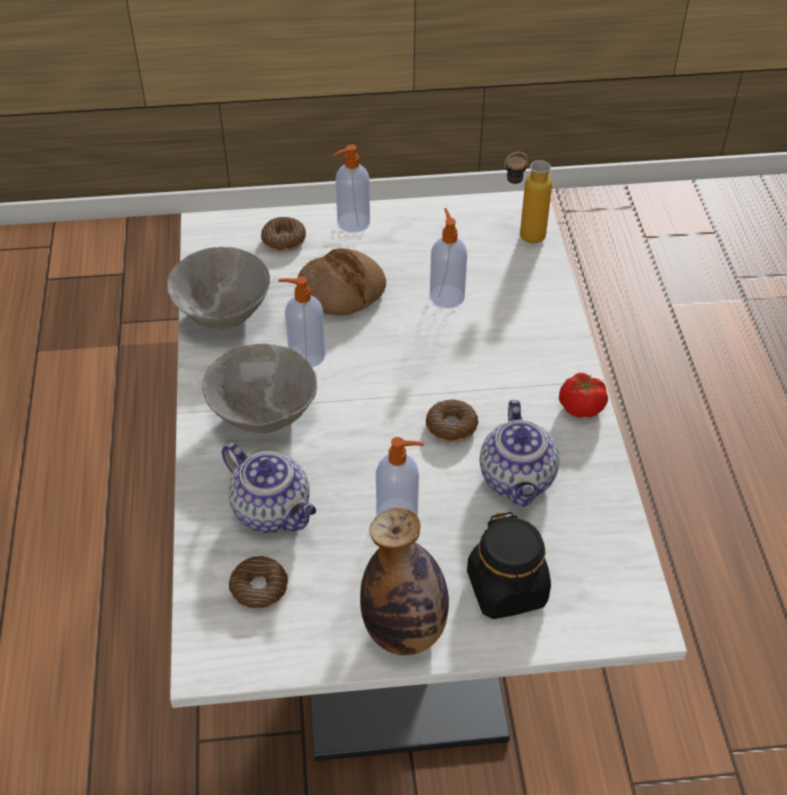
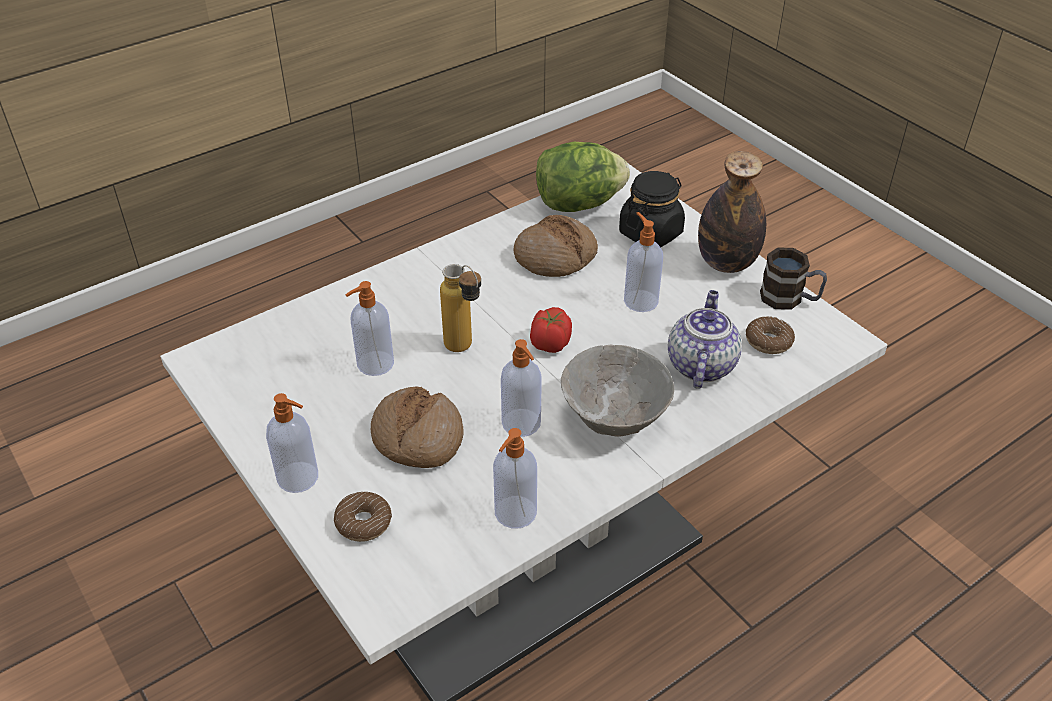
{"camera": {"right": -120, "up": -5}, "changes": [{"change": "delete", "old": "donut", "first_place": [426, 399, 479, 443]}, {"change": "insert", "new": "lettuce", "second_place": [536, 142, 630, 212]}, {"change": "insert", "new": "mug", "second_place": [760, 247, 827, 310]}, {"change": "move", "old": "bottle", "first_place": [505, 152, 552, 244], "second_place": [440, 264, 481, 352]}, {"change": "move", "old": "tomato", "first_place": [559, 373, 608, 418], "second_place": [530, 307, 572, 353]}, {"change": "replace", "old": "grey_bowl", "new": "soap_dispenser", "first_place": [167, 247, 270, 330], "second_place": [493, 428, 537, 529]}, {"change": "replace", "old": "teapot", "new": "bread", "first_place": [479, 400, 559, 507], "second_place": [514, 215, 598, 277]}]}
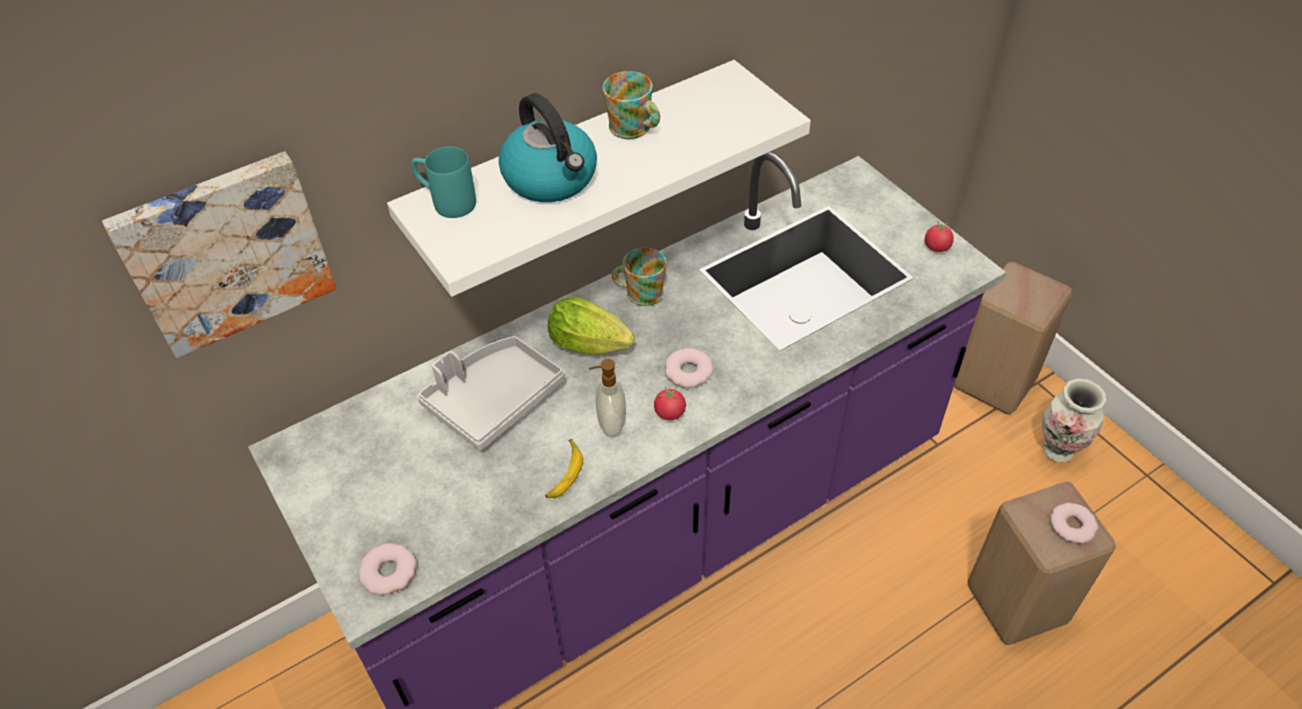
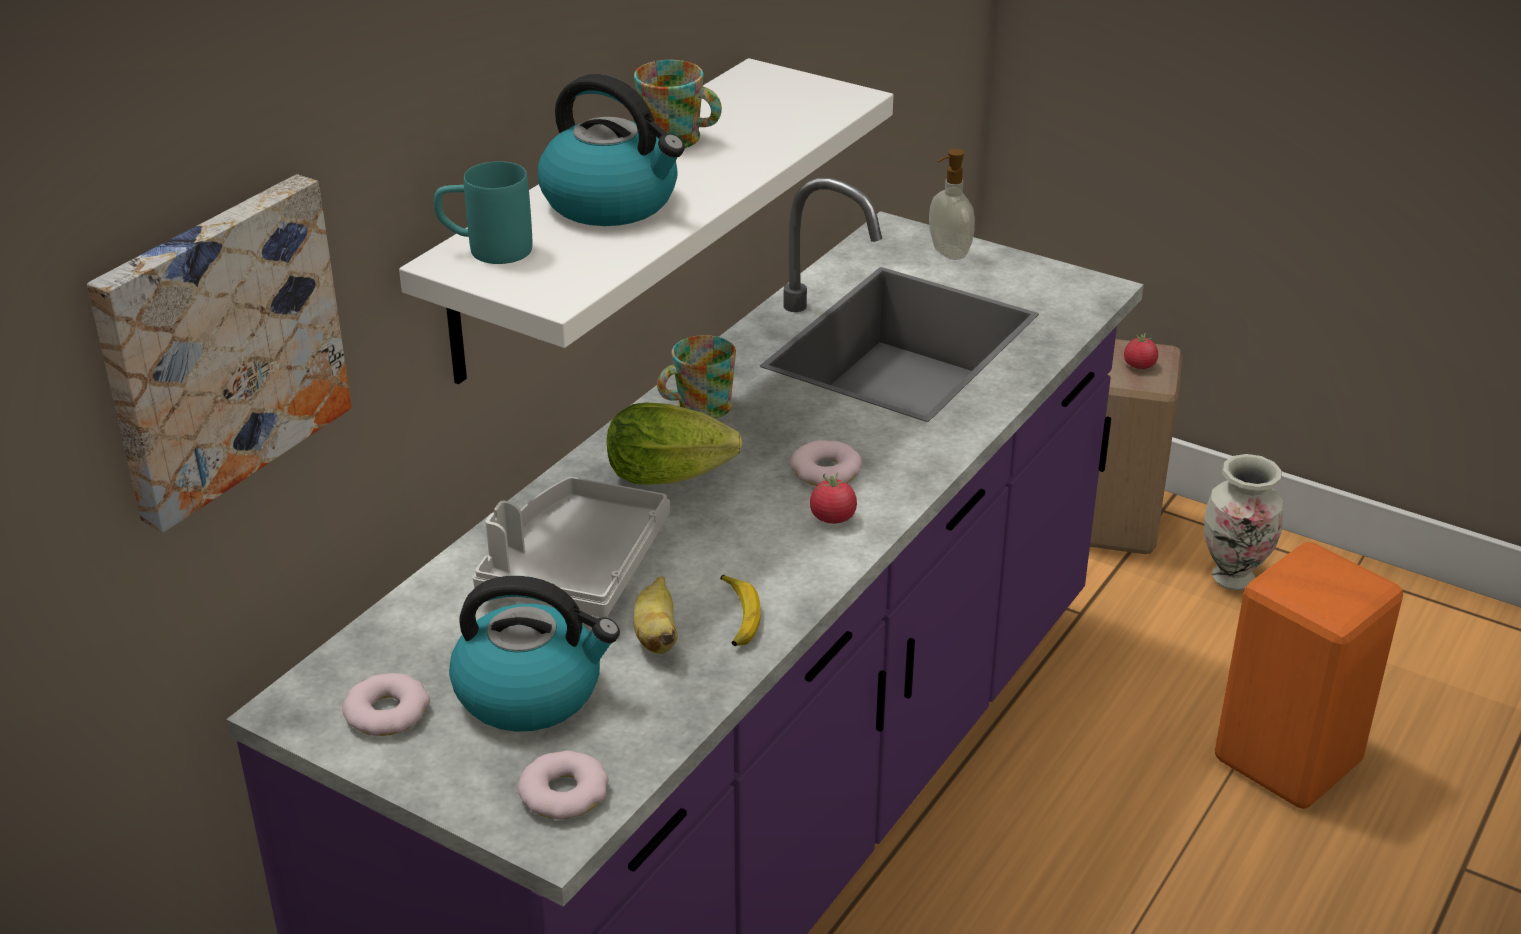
{"camera": {"right": -25, "up": -15}, "changes": [{"change": "insert", "new": "kettle", "second_place": [449, 576, 620, 732]}, {"change": "insert", "new": "banana", "second_place": [633, 577, 678, 654]}, {"change": "move", "old": "soap_dispenser", "first_place": [589, 359, 626, 437], "second_place": [929, 149, 975, 260]}, {"change": "move", "old": "tomato", "first_place": [925, 221, 954, 252], "second_place": [1124, 333, 1158, 369]}, {"change": "move", "old": "donut", "first_place": [1050, 503, 1098, 544], "second_place": [343, 673, 430, 736]}, {"change": "recolor", "old": "beige_stool", "new": "orange_stool", "first_place": [968, 482, 1116, 645], "second_place": [1215, 542, 1403, 809]}]}
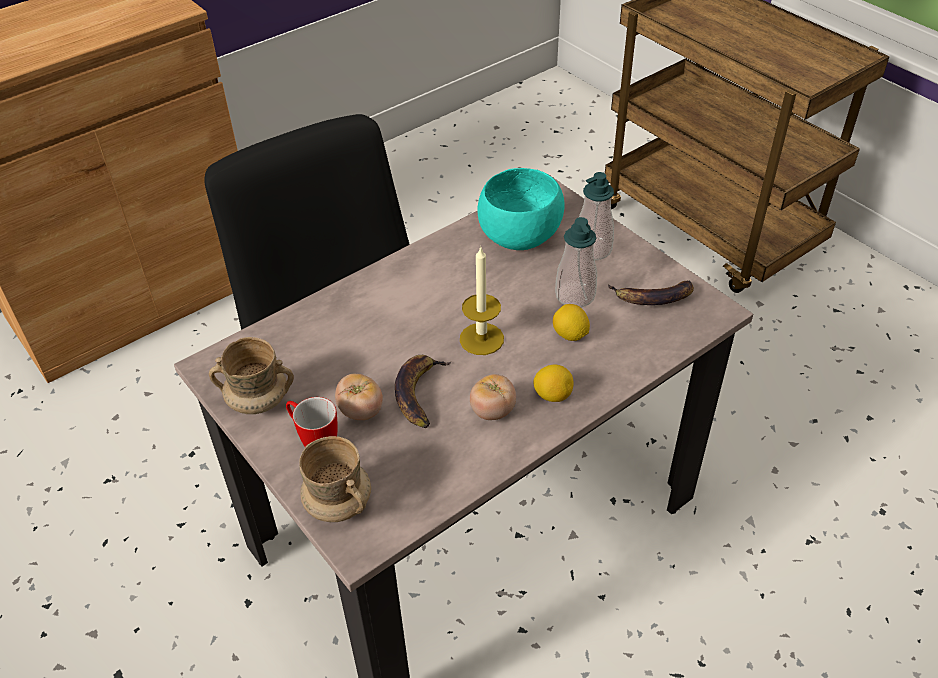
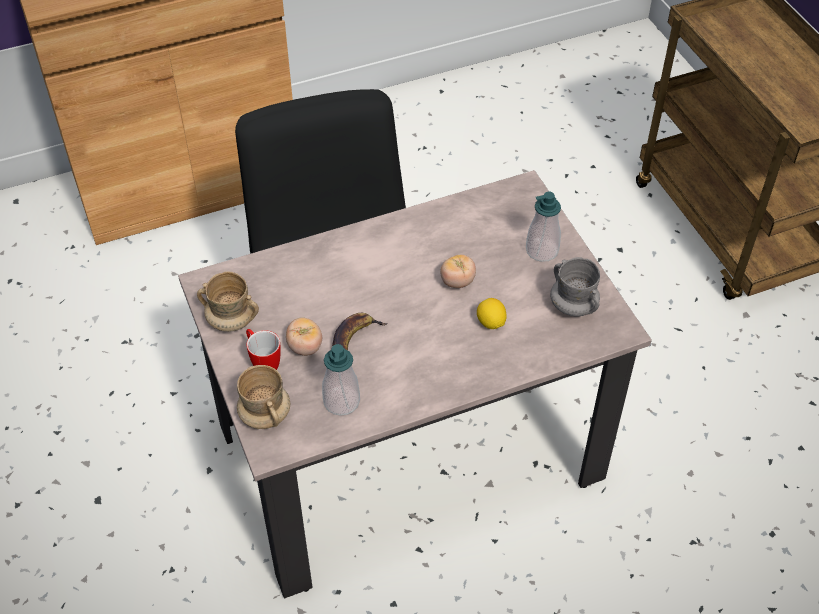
{"camera": {"right": 15, "up": 5}, "changes": [{"change": "delete", "old": "candle", "first_place": [460, 247, 504, 355]}, {"change": "delete", "old": "turquoise_bowl", "first_place": [477, 168, 565, 250]}, {"change": "delete", "old": "lemon", "first_place": [533, 365, 574, 402]}, {"change": "move", "old": "tomato", "first_place": [470, 374, 516, 420], "second_place": [440, 255, 476, 288]}, {"change": "move", "old": "soap_dispenser", "first_place": [555, 217, 597, 308], "second_place": [322, 344, 360, 416]}, {"change": "replace", "old": "banana", "new": "grey_mug", "first_place": [608, 280, 694, 305], "second_place": [550, 257, 600, 317]}]}
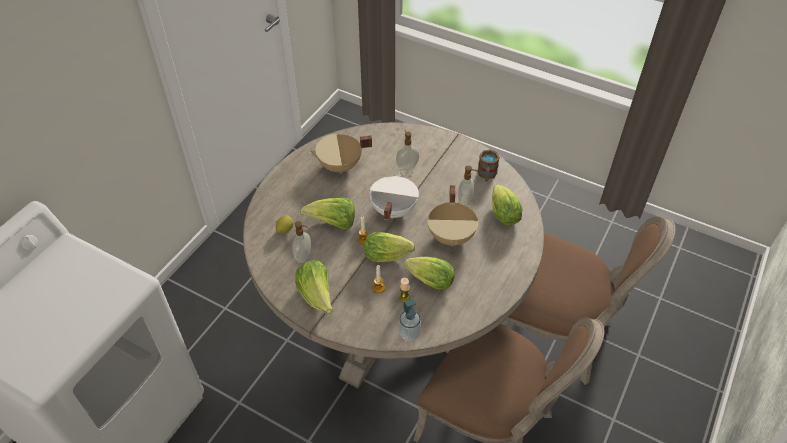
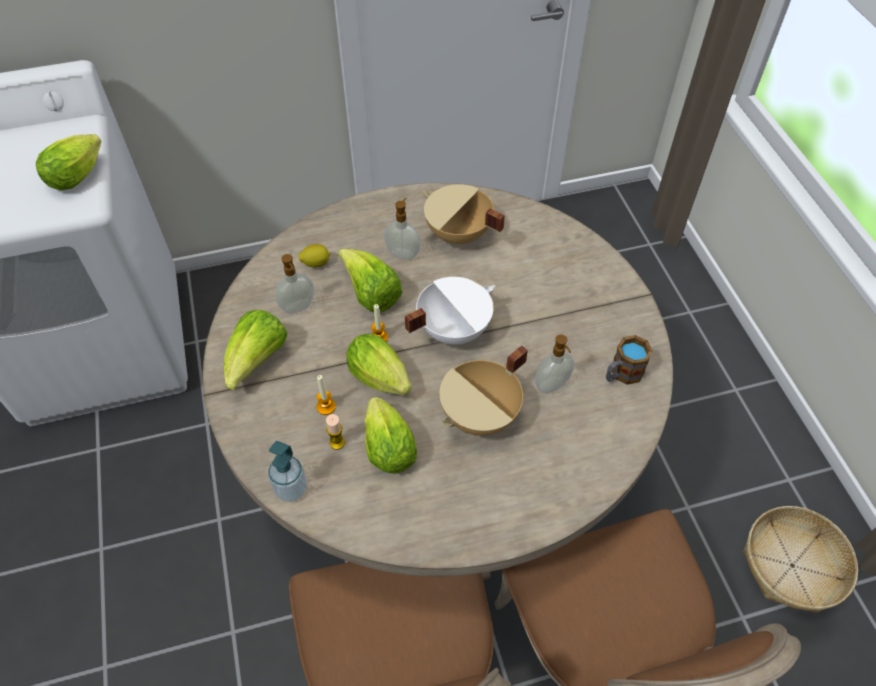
{"camera": {"right": 45, "up": 5}, "changes": [{"change": "insert", "new": "basket", "second_place": [743, 506, 858, 613]}, {"change": "move", "old": "soap_dispenser", "first_place": [396, 130, 420, 171], "second_place": [384, 197, 421, 260]}, {"change": "move", "old": "lettuce", "first_place": [492, 184, 523, 225], "second_place": [36, 134, 102, 190]}]}
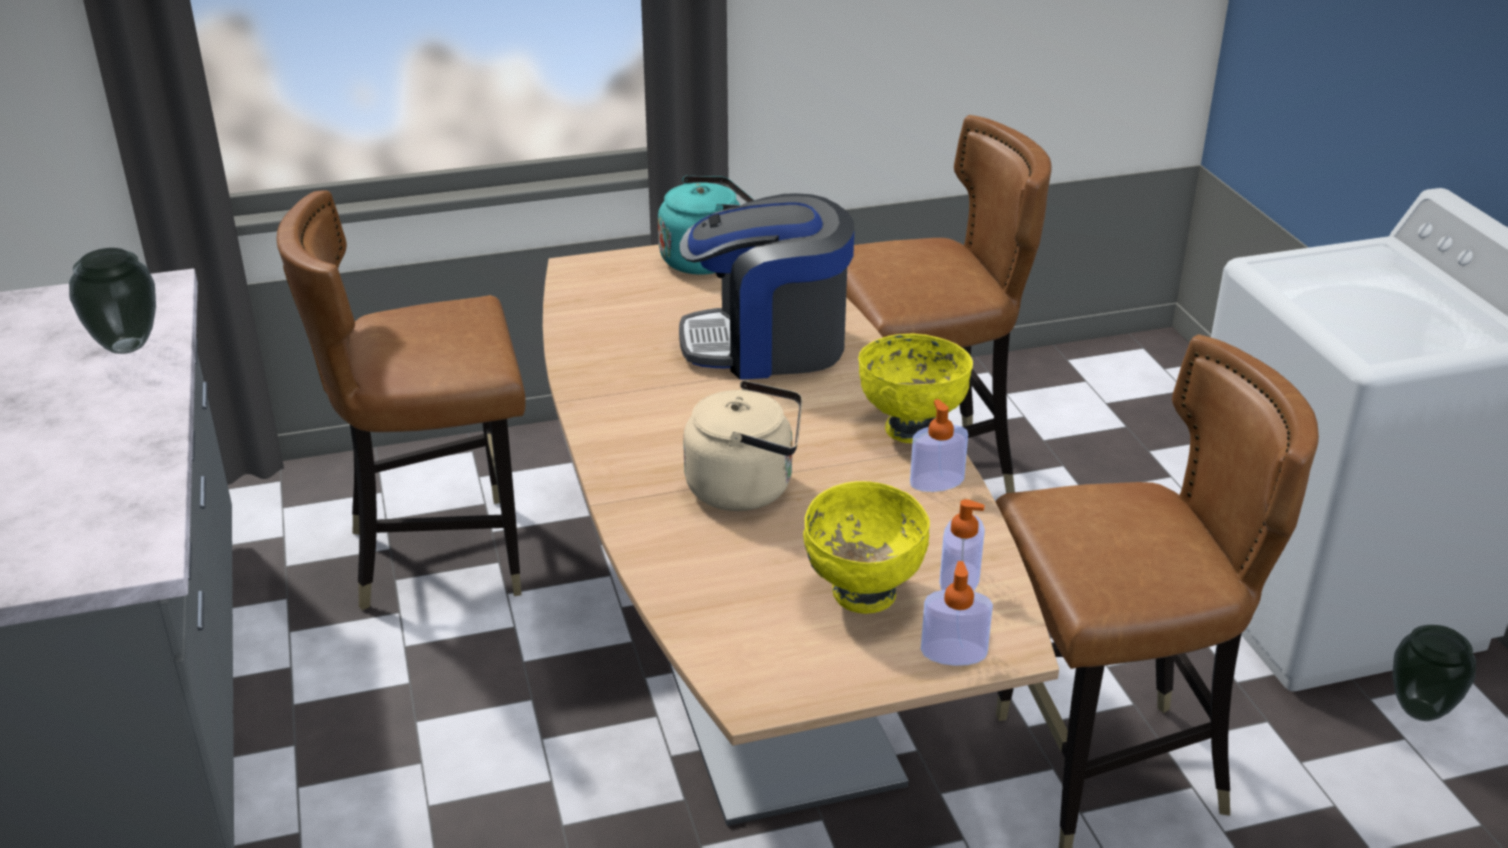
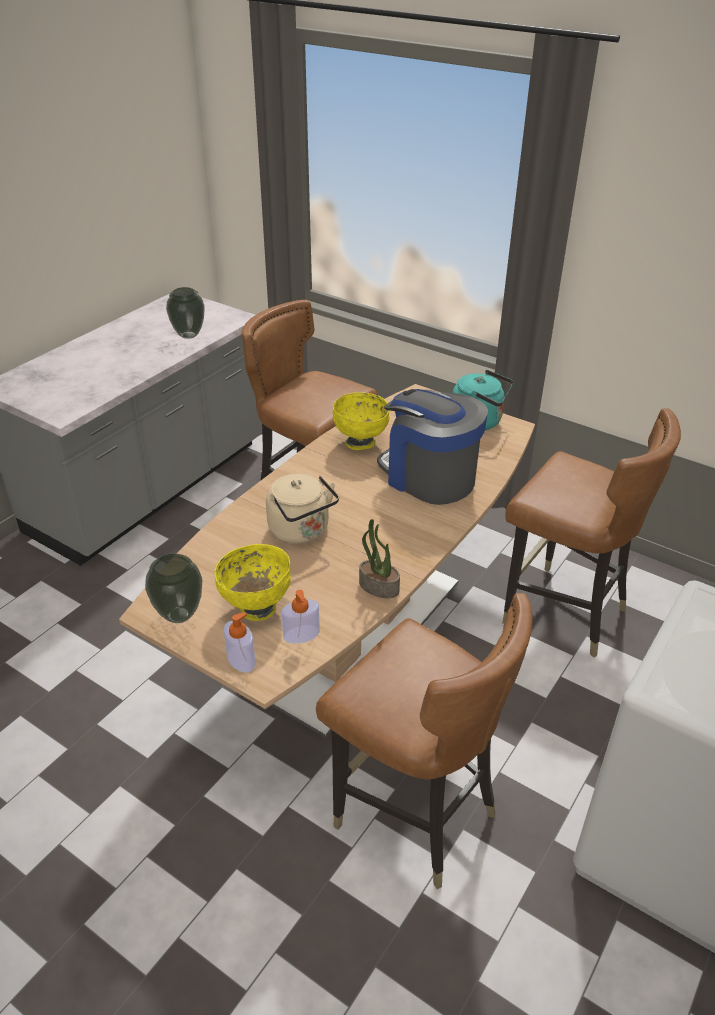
{"camera": {"right": 50, "up": 5}, "changes": [{"change": "move", "old": "yellow_bowl", "first_place": [858, 334, 973, 443], "second_place": [333, 392, 390, 450]}, {"change": "move", "old": "vase", "first_place": [1392, 625, 1476, 721], "second_place": [145, 554, 202, 623]}, {"change": "replace", "old": "soap_dispenser", "new": "potted_plant", "first_place": [910, 399, 968, 492], "second_place": [359, 519, 400, 598]}]}
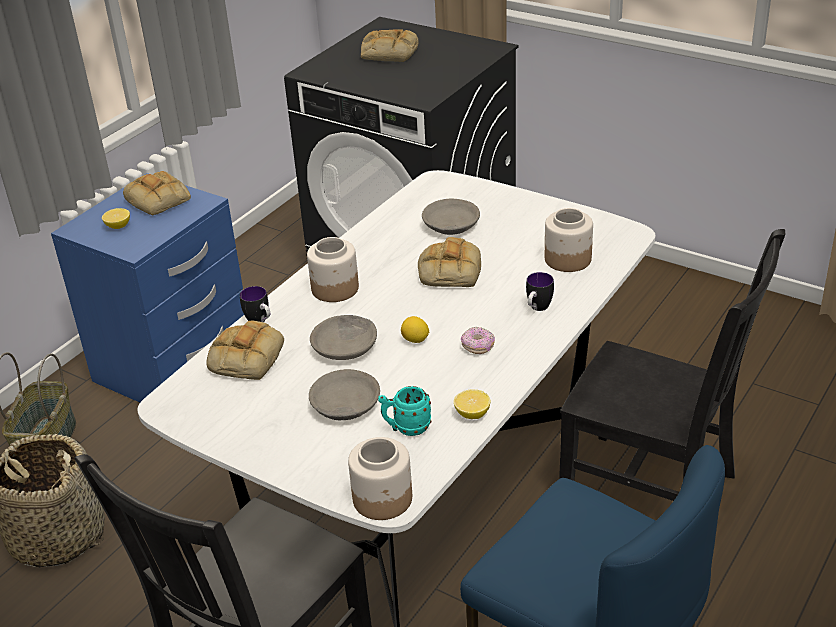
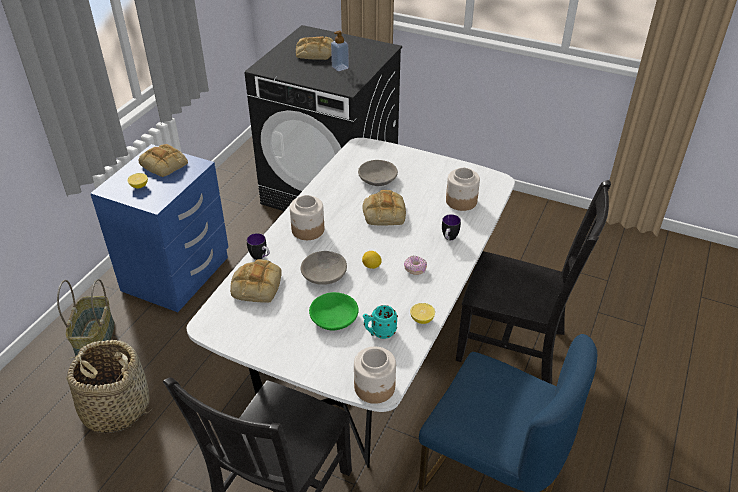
{"camera": {"right": -10, "up": 5}, "changes": [{"change": "insert", "new": "soap_dispenser", "second_place": [331, 31, 349, 71]}, {"change": "recolor", "old": "grey_bowl", "new": "green_bowl", "first_place": [309, 369, 380, 420], "second_place": [309, 292, 358, 331]}]}
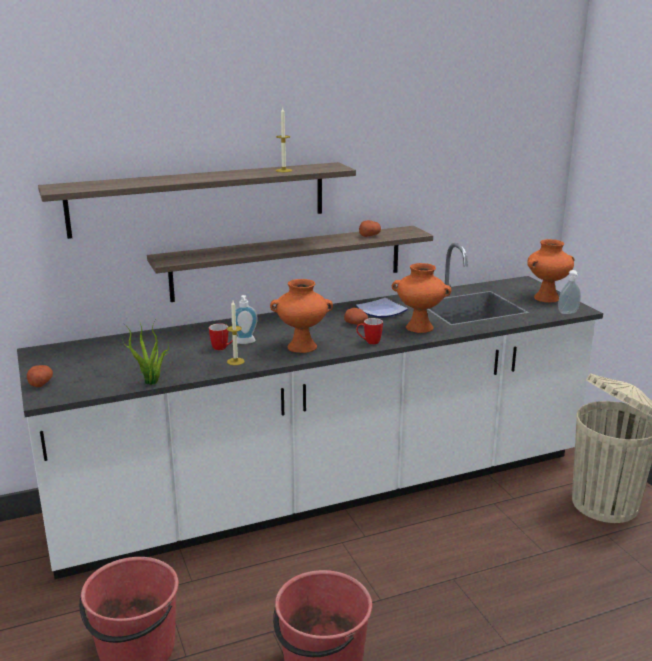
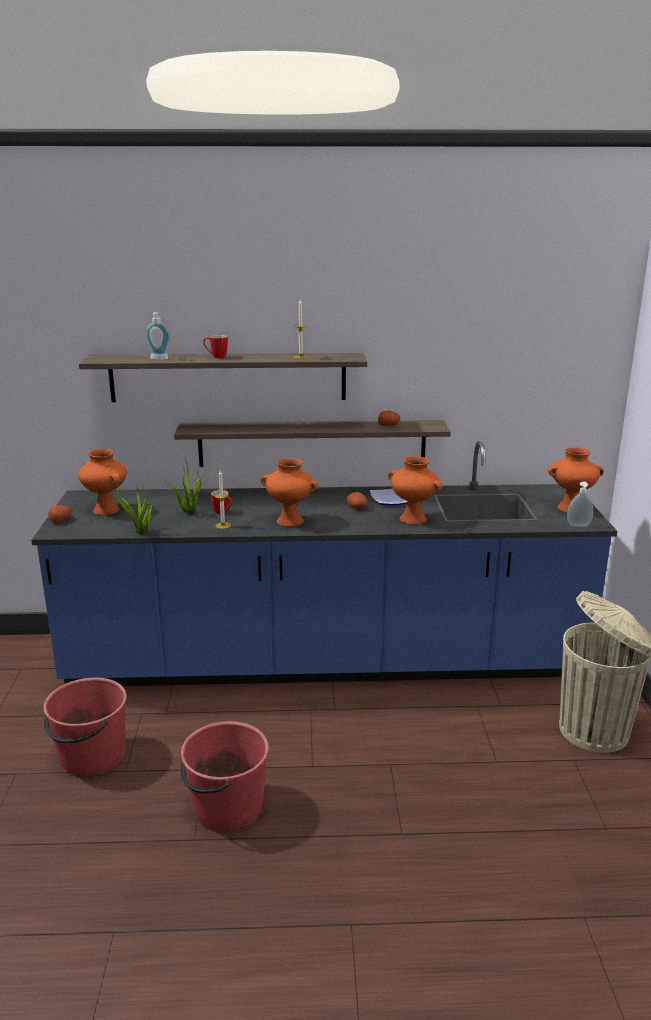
{"camera": {"right": 20, "up": 0}, "changes": [{"change": "insert", "new": "orange_vase", "second_place": [78, 449, 127, 515]}, {"change": "insert", "new": "potted_plant", "second_place": [163, 447, 206, 515]}, {"change": "move", "old": "soap_dispenser", "first_place": [231, 295, 258, 344], "second_place": [146, 312, 170, 360]}, {"change": "move", "old": "mug", "first_place": [356, 318, 383, 344], "second_place": [203, 335, 228, 358]}, {"change": "recolor", "old": "white_counter", "new": "blue_counter", "first_place": [17, 243, 603, 579], "second_place": [31, 441, 617, 686]}]}
